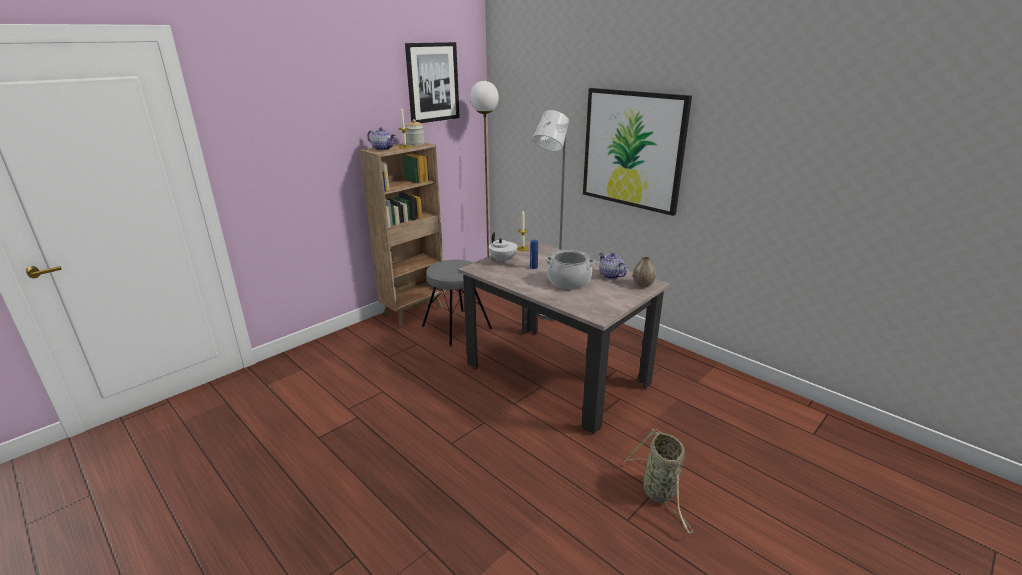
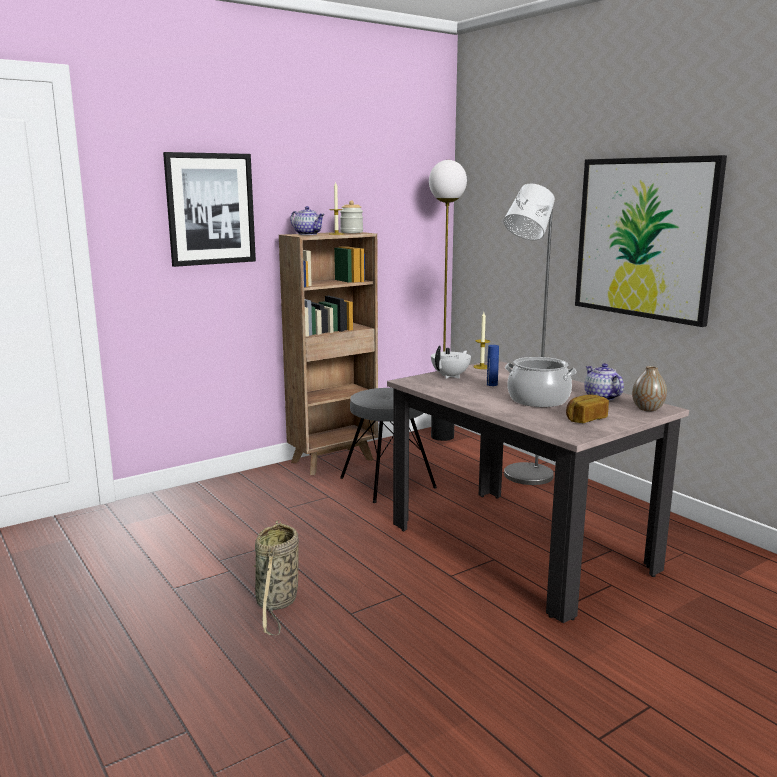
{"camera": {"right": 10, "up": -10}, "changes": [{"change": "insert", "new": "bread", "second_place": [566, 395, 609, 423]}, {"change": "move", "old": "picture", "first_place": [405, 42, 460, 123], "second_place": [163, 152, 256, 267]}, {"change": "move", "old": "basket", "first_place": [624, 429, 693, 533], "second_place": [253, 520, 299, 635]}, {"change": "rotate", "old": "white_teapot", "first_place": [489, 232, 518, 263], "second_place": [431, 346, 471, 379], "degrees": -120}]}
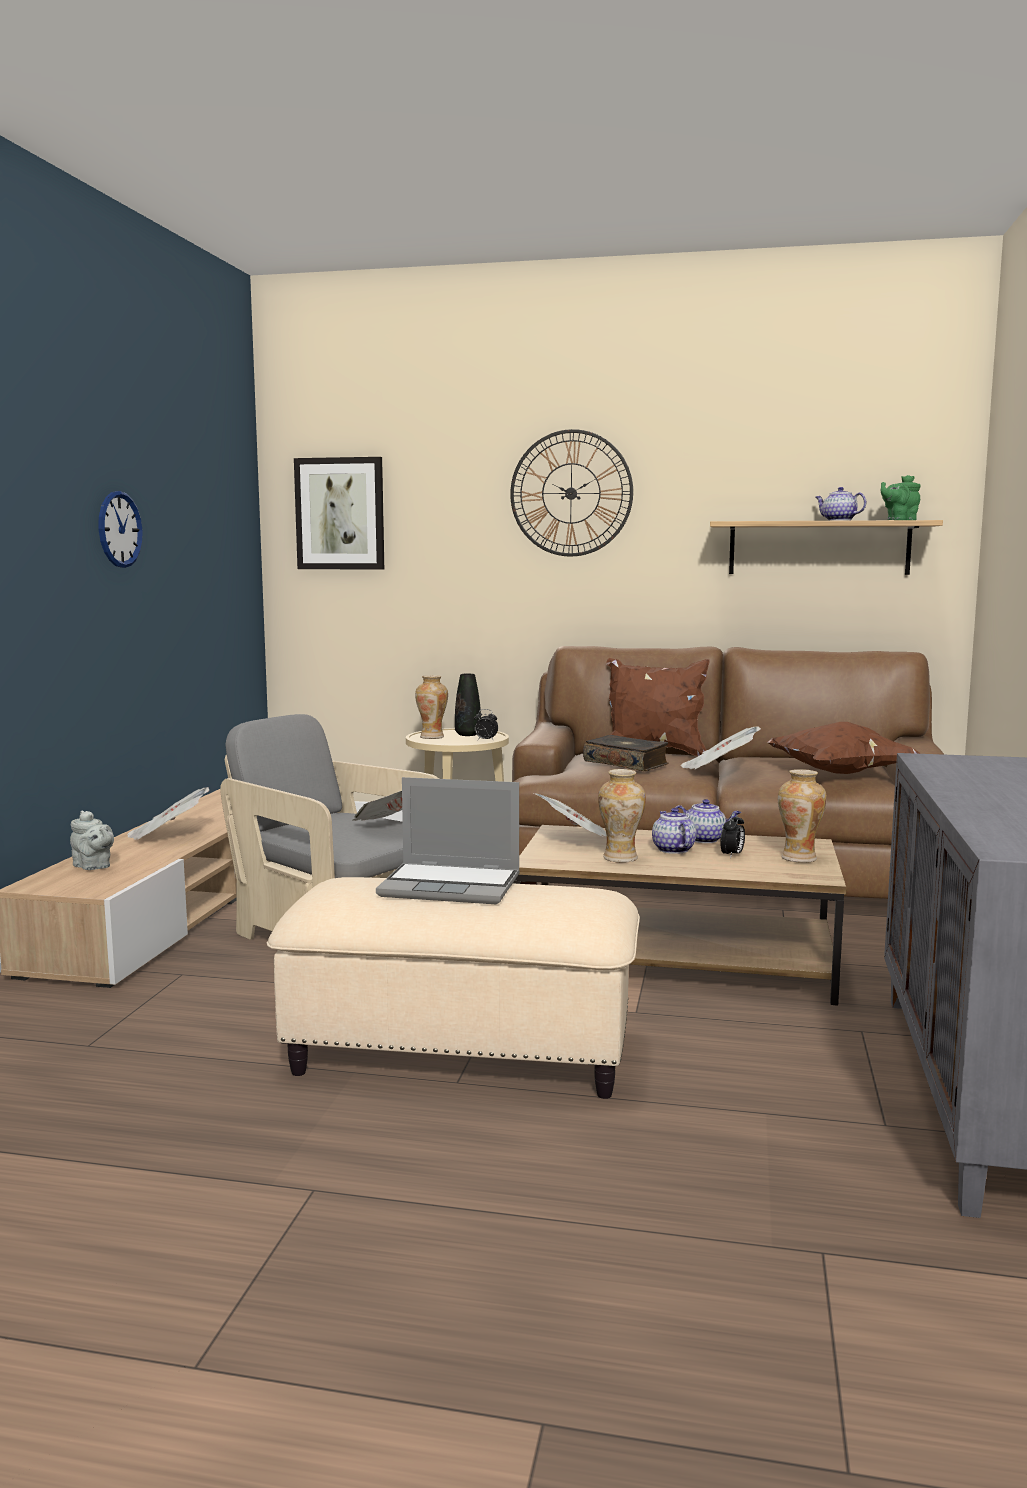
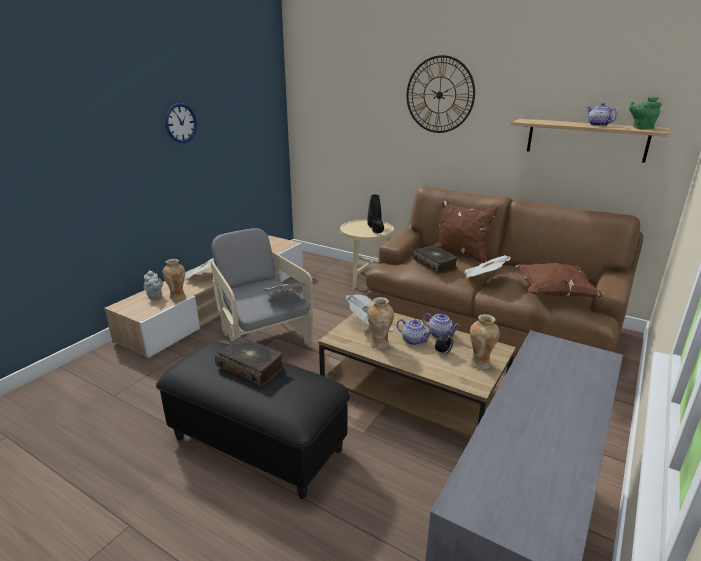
{"camera": {"right": 20, "up": 15}, "changes": [{"change": "delete", "old": "picture", "first_place": [294, 457, 384, 570]}, {"change": "move", "old": "vase", "first_place": [415, 675, 448, 739], "second_place": [163, 259, 186, 300]}, {"change": "replace", "old": "laptop", "new": "book", "first_place": [376, 777, 520, 904], "second_place": [215, 337, 285, 386]}, {"change": "recolor", "old": "beige_ottoman", "new": "black_ottoman", "first_place": [267, 877, 640, 1099], "second_place": [156, 342, 350, 499]}, {"change": "rotate", "old": "teapot", "first_place": [652, 808, 696, 854], "second_place": [397, 319, 433, 345], "degrees": 120}]}
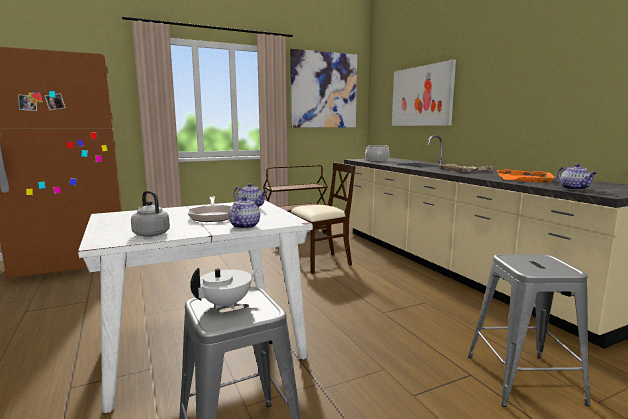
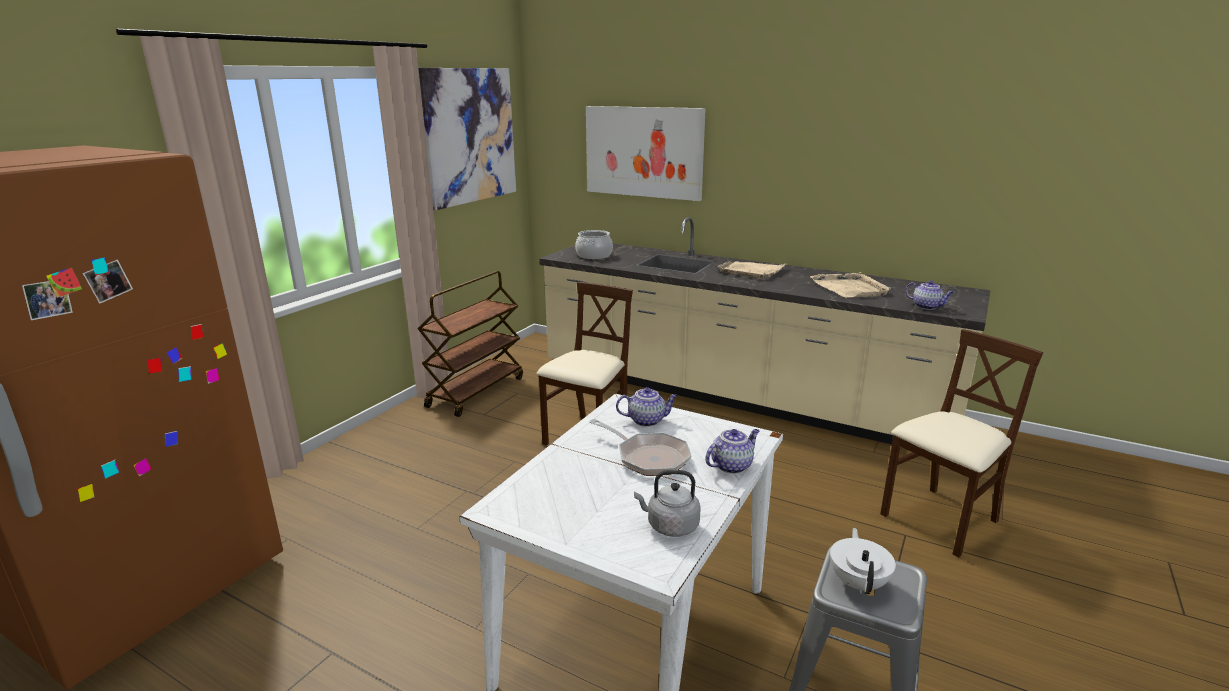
{"camera": {"right": -35, "up": 10}, "changes": [{"change": "replace", "old": "grey_stool", "new": "beige_chair", "first_place": [468, 254, 591, 407], "second_place": [880, 329, 1043, 558]}, {"change": "recolor", "old": "orange_tray", "new": "beige_tray", "first_place": [497, 169, 556, 183], "second_place": [810, 272, 890, 297]}, {"change": "rotate", "old": "teapot", "first_place": [228, 196, 260, 229], "second_place": [705, 429, 759, 474], "degrees": 75}]}
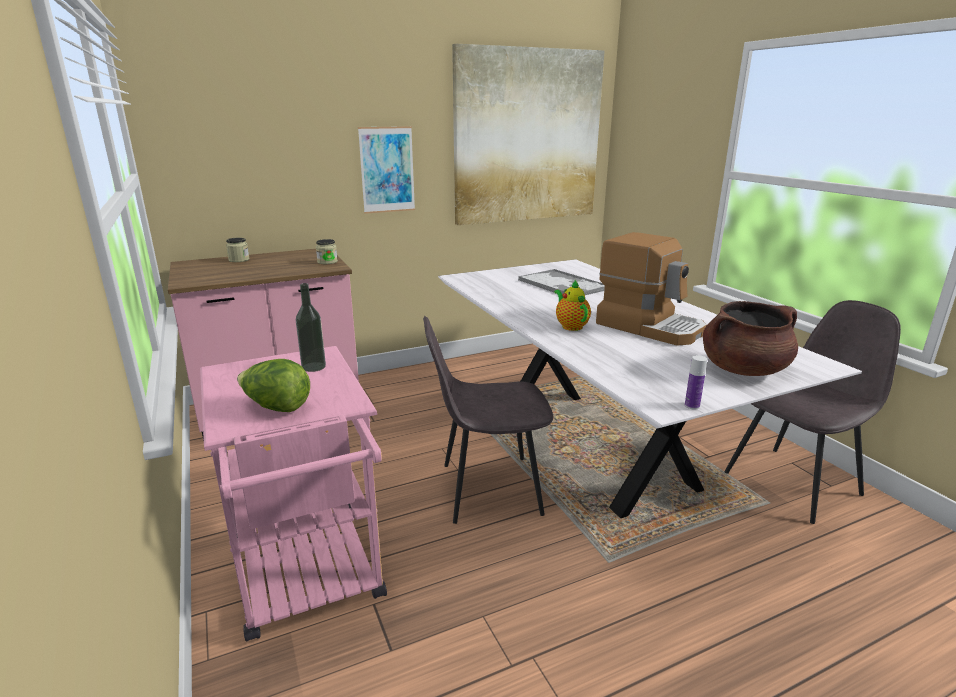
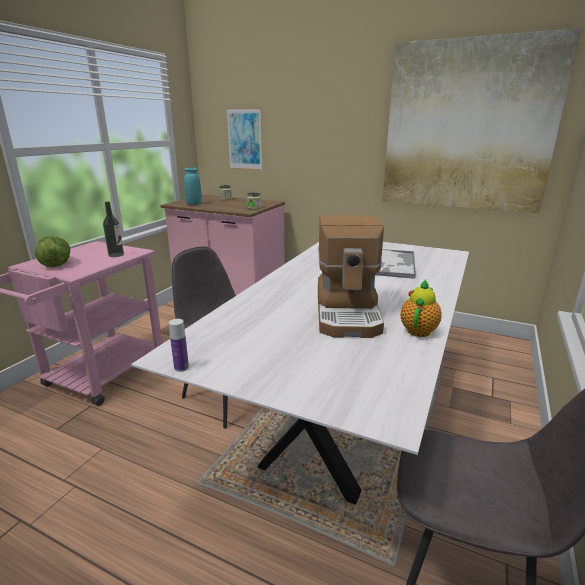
{"camera": {"right": 50, "up": 0}, "changes": [{"change": "delete", "old": "brown_cooking_pot", "first_place": [703, 301, 798, 376]}, {"change": "insert", "new": "turquoise_vase", "second_place": [184, 167, 202, 205]}, {"change": "move", "old": "picture", "first_place": [358, 126, 415, 214], "second_place": [226, 108, 262, 170]}, {"change": "move", "old": "teapot", "first_place": [554, 280, 591, 331], "second_place": [400, 279, 441, 337]}]}
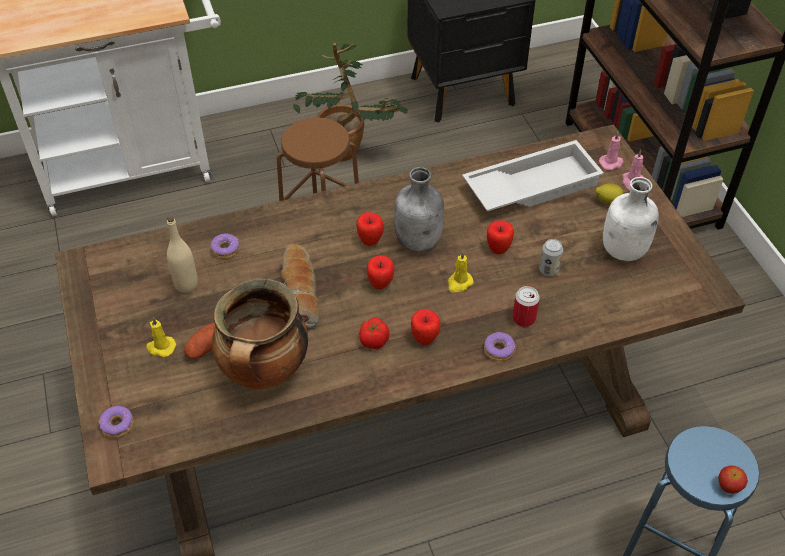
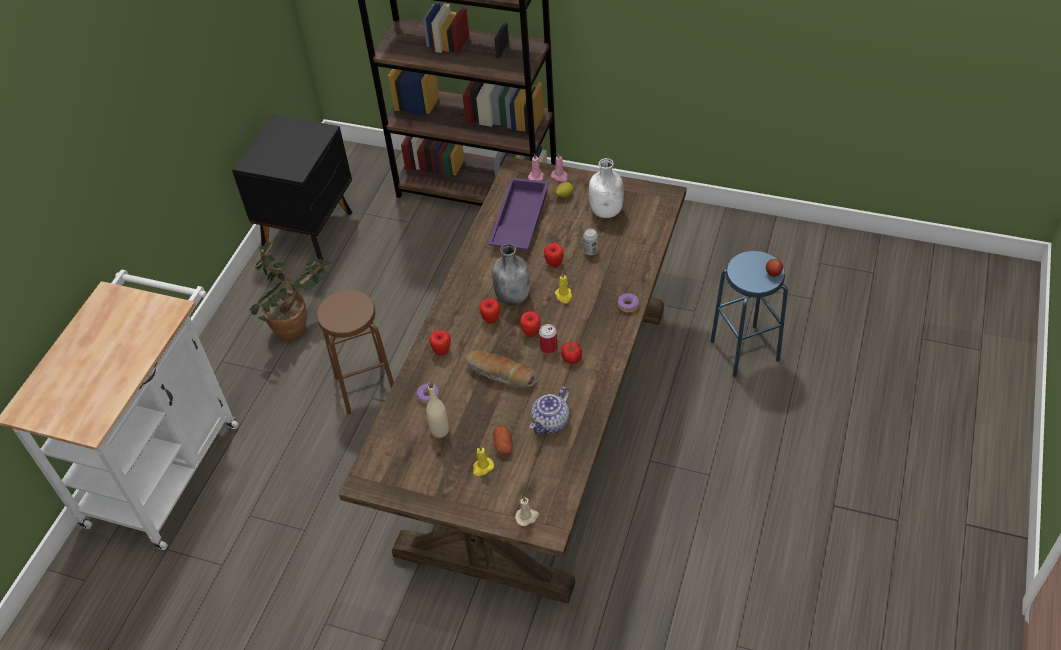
{"camera": {"right": -50, "up": 0}, "changes": [{"change": "move", "old": "apple", "first_place": [411, 309, 440, 345], "second_place": [429, 330, 451, 355]}, {"change": "move", "old": "can", "first_place": [512, 286, 540, 327], "second_place": [539, 324, 558, 354]}, {"change": "replace", "old": "donut", "new": "beige_candle", "first_place": [99, 406, 134, 438], "second_place": [515, 497, 539, 526]}, {"change": "replace", "old": "cooking_pot", "new": "teapot", "first_place": [212, 279, 308, 389], "second_place": [530, 386, 570, 434]}, {"change": "recolor", "old": "white_tray", "new": "purple_tray", "first_place": [462, 140, 604, 211], "second_place": [488, 178, 549, 250]}]}
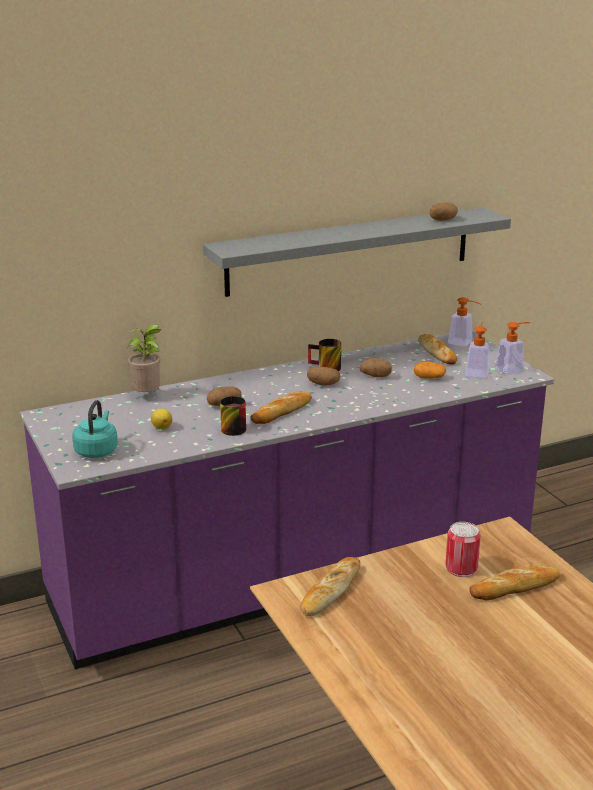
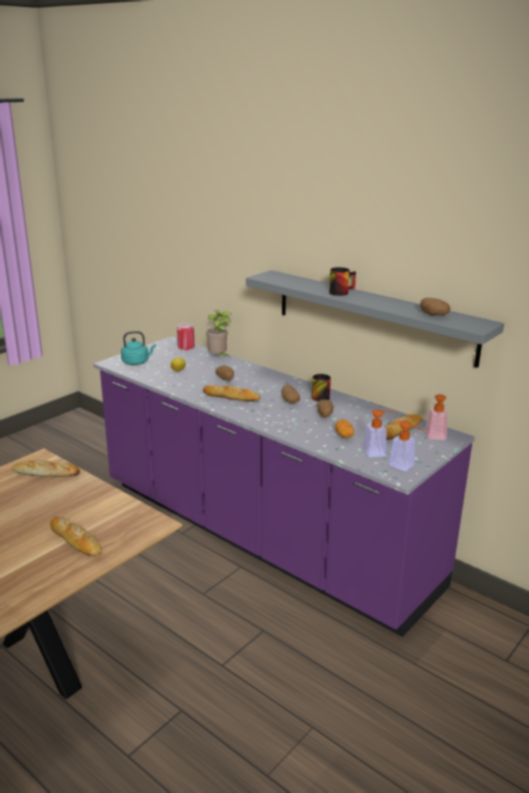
{"camera": {"right": 65, "up": 0}, "changes": [{"change": "move", "old": "mug", "first_place": [220, 396, 246, 436], "second_place": [329, 267, 356, 296]}, {"change": "move", "old": "can", "first_place": [446, 522, 481, 577], "second_place": [177, 323, 194, 351]}]}
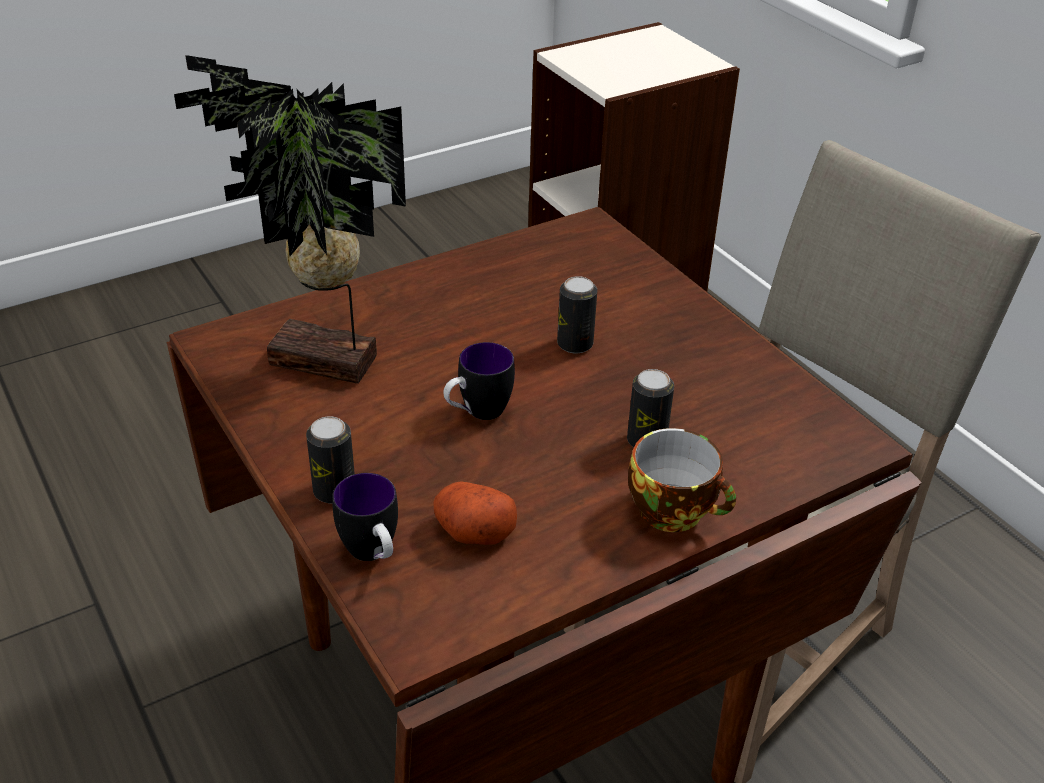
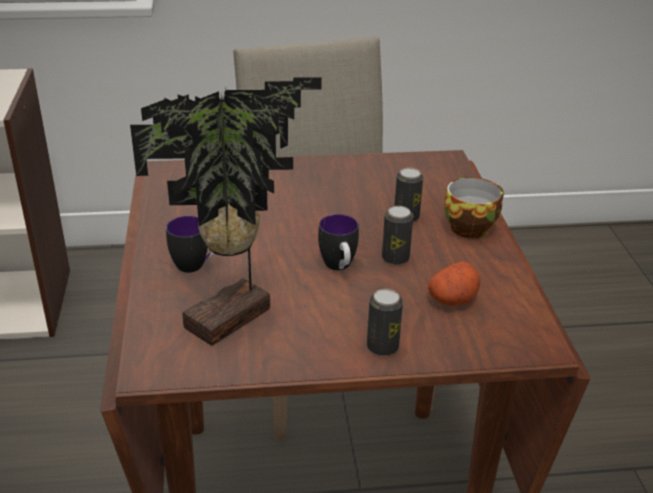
{"camera": {"right": -65, "up": -5}, "changes": [{"change": "move", "old": "mug", "first_place": [332, 473, 398, 561], "second_place": [166, 216, 215, 273]}, {"change": "move", "old": "can", "first_place": [557, 276, 597, 353], "second_place": [382, 206, 413, 265]}]}
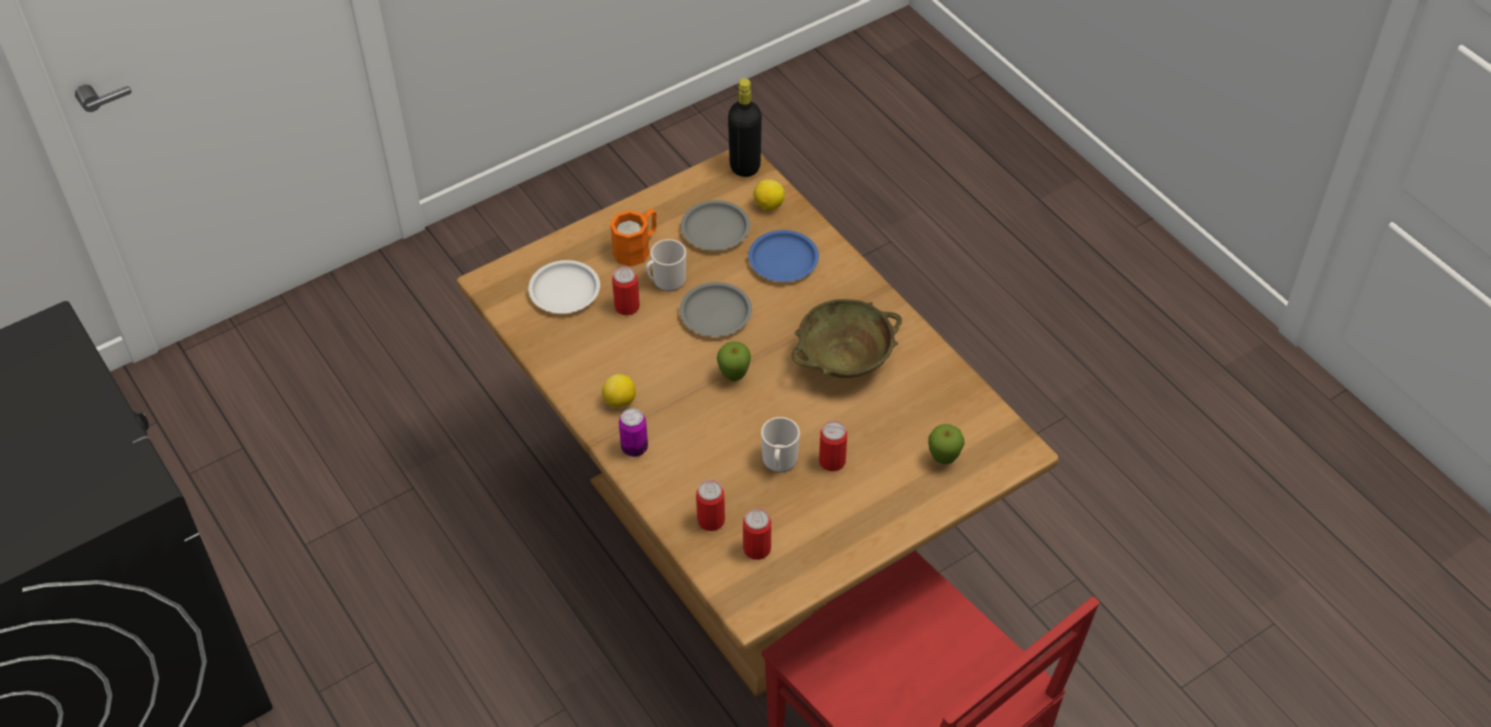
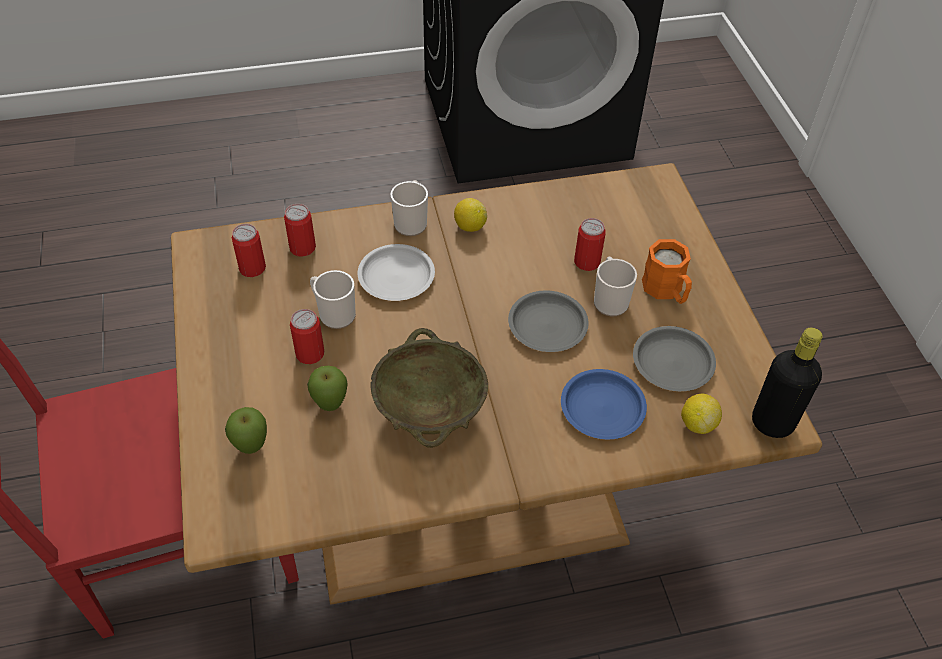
{"camera": {"right": 110, "up": 0}, "changes": [{"change": "move", "old": "white_plate", "first_place": [528, 260, 600, 314], "second_place": [358, 244, 435, 301]}, {"change": "move", "old": "apple", "first_place": [717, 342, 751, 381], "second_place": [307, 366, 348, 411]}, {"change": "replace", "old": "can", "new": "mug", "first_place": [619, 408, 648, 457], "second_place": [390, 180, 428, 236]}]}
